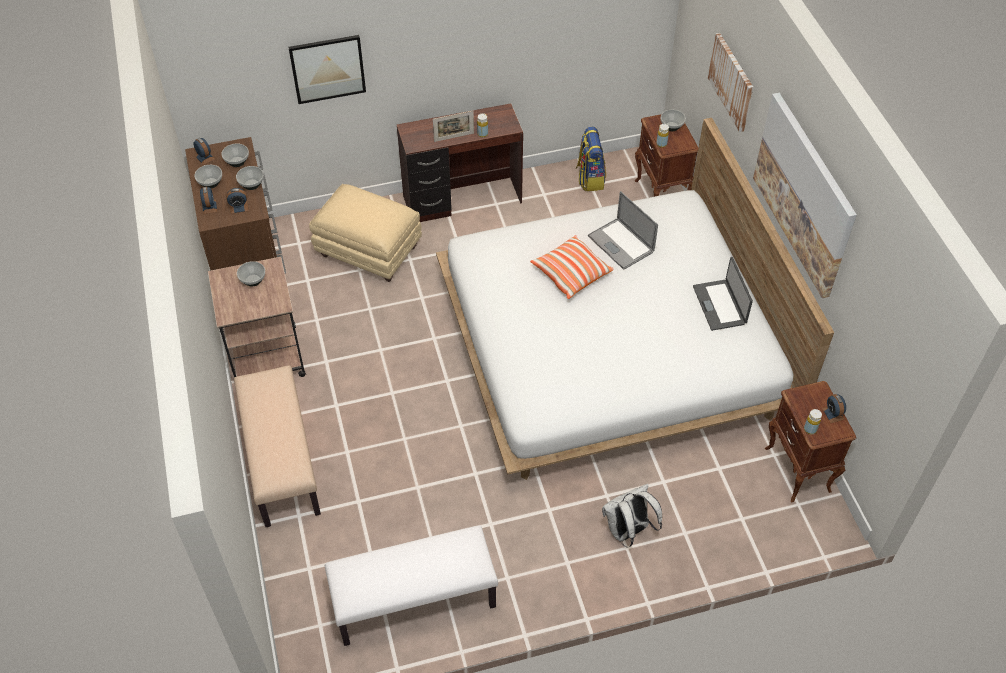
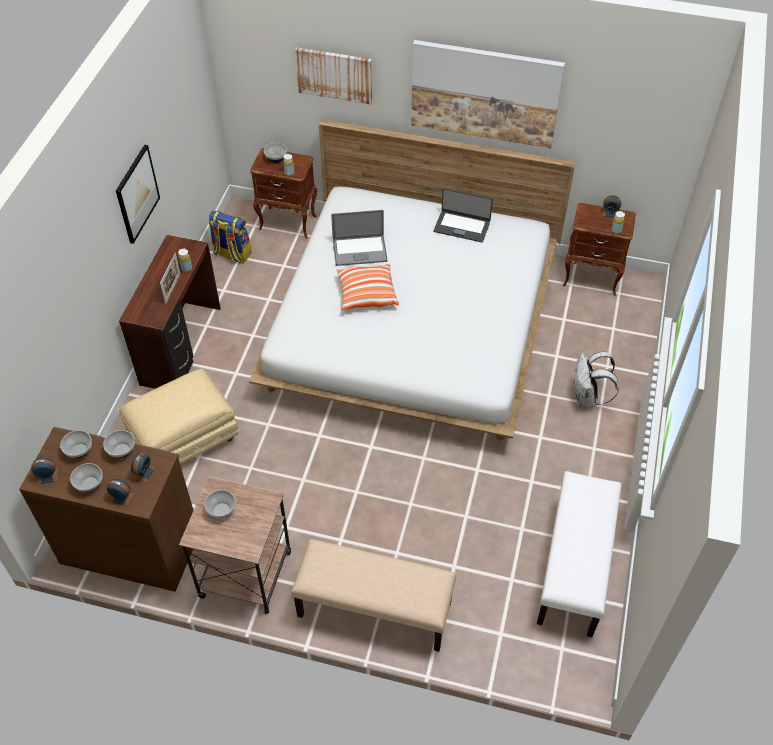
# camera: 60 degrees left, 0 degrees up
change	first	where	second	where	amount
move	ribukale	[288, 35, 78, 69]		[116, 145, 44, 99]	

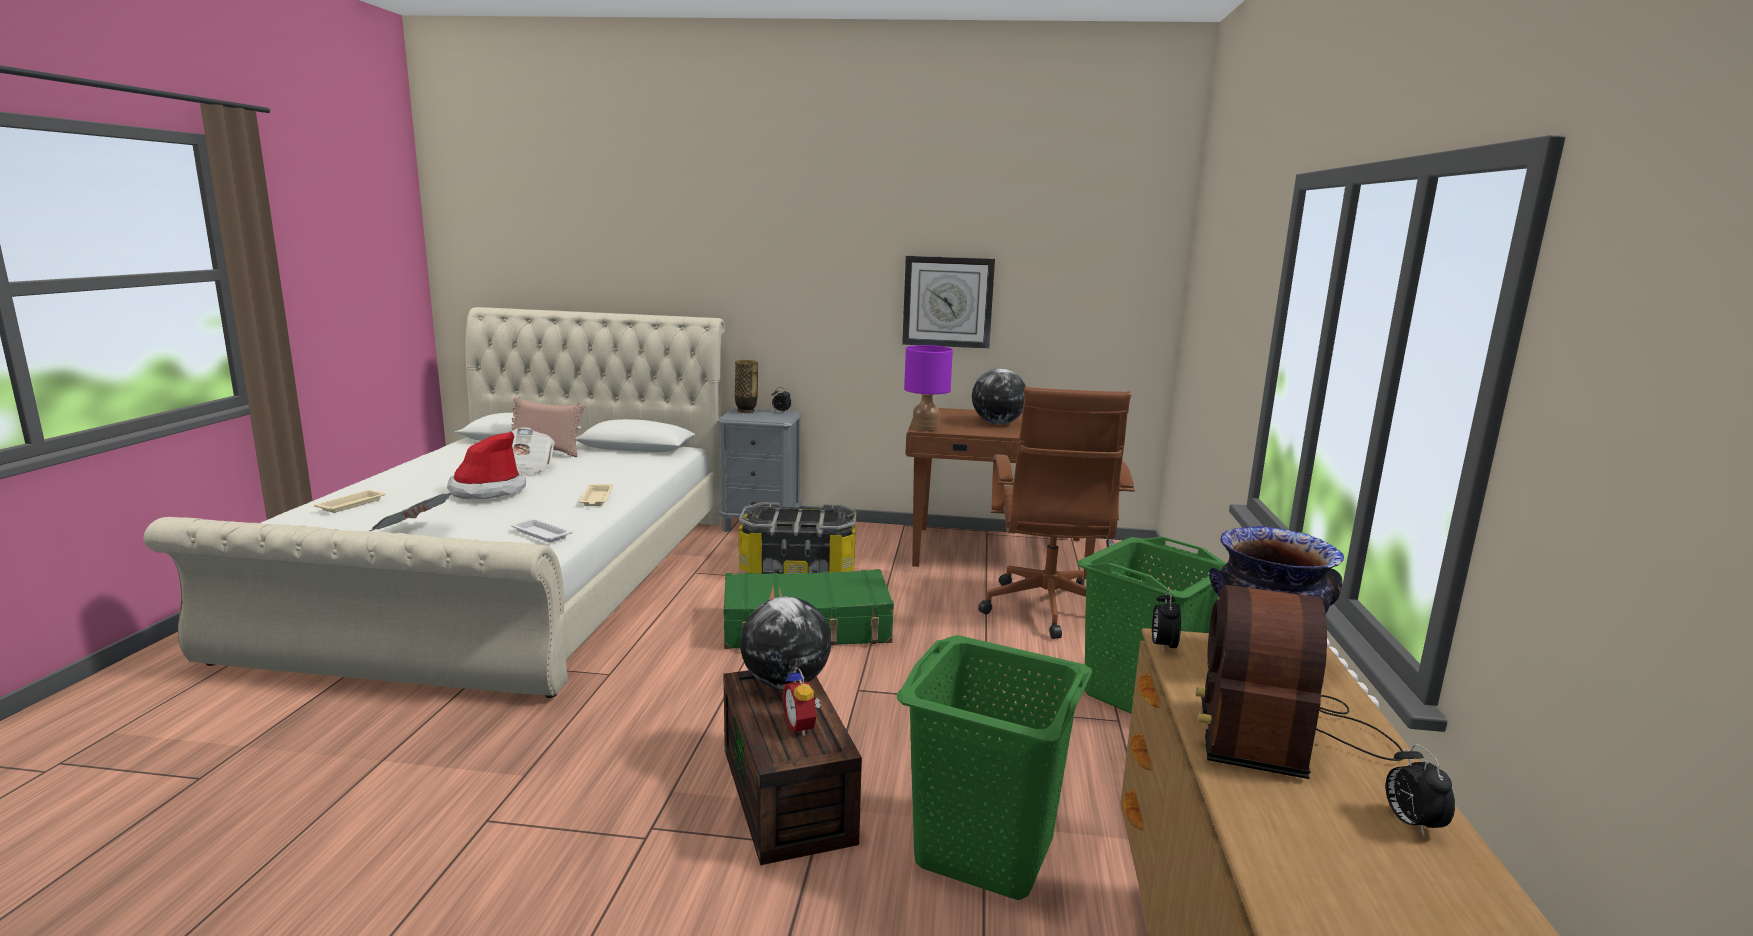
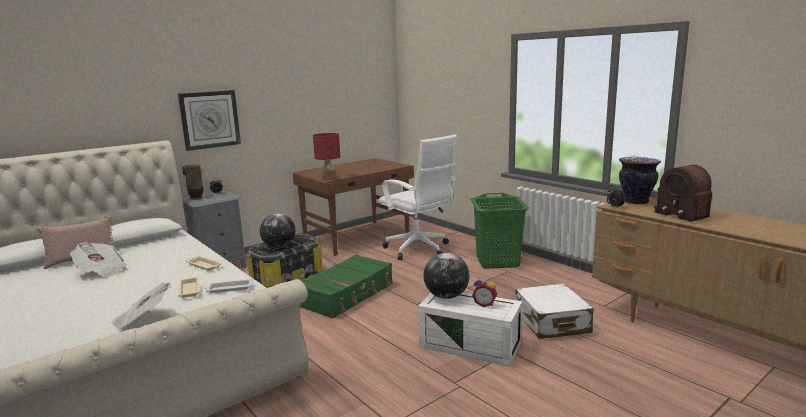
# camera: 45 degrees left, 0 degrees up
change	first	where	second	where	amount
move	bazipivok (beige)	[314, 490, 72, 23]		[178, 277, 21, 21]	
delete	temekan	[447, 432, 79, 67]			
recolor	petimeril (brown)	[723, 670, 139, 195]	petimeril (white)	[418, 292, 104, 75]	
replace	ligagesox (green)	[897, 635, 195, 265]	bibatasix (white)	[515, 283, 79, 56]	
move	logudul	[902, 256, 93, 93]		[178, 90, 63, 61]	
recolor	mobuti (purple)	[904, 345, 49, 86]	mobuti (red)	[313, 133, 27, 47]	
move	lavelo	[972, 368, 54, 56]		[260, 213, 36, 35]	
recolor	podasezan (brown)	[978, 387, 157, 252]	podasezan (white)	[379, 134, 78, 126]	
delete	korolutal	[1386, 744, 69, 95]			

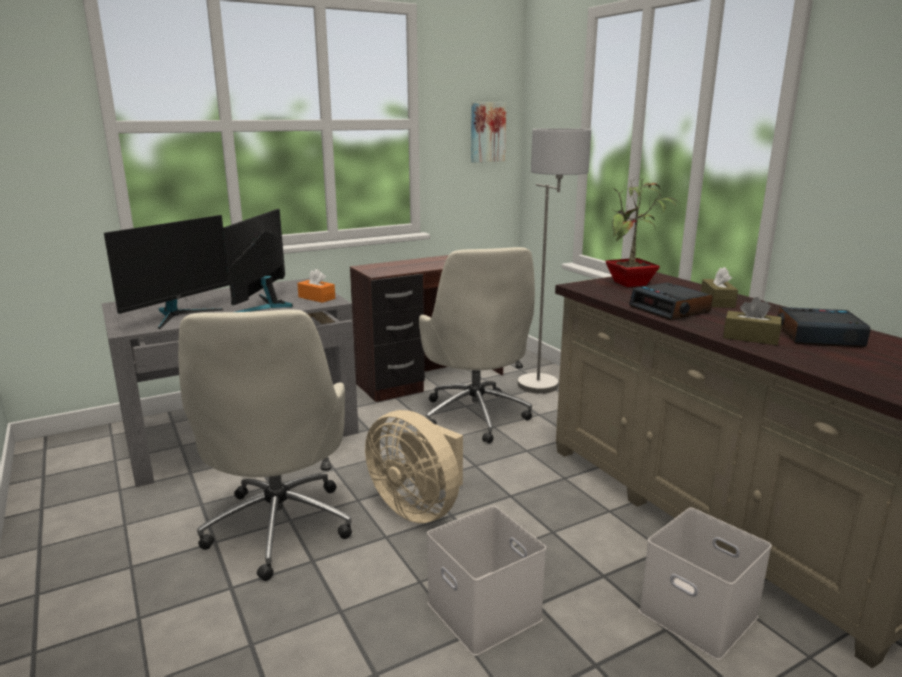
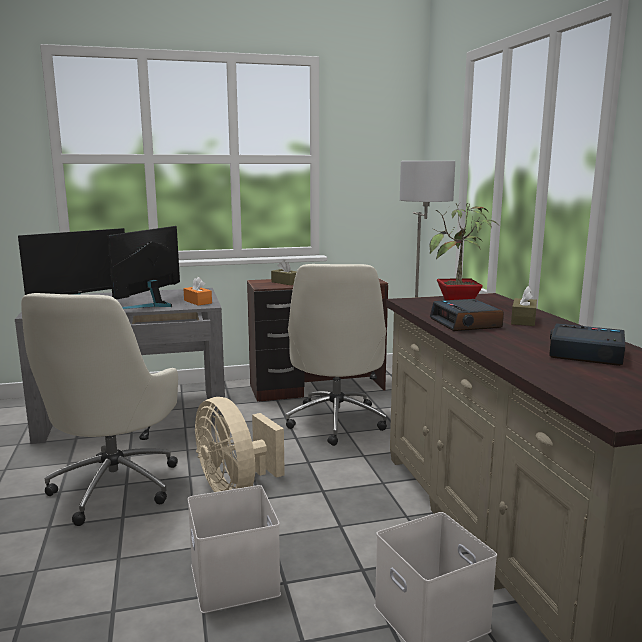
# camera: 15 degrees right, 5 degrees down
change	first	where	second	where	amount
delete	ribukale	[471, 102, 35, 61]			
move	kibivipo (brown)	[723, 297, 59, 48]		[271, 260, 26, 25]	

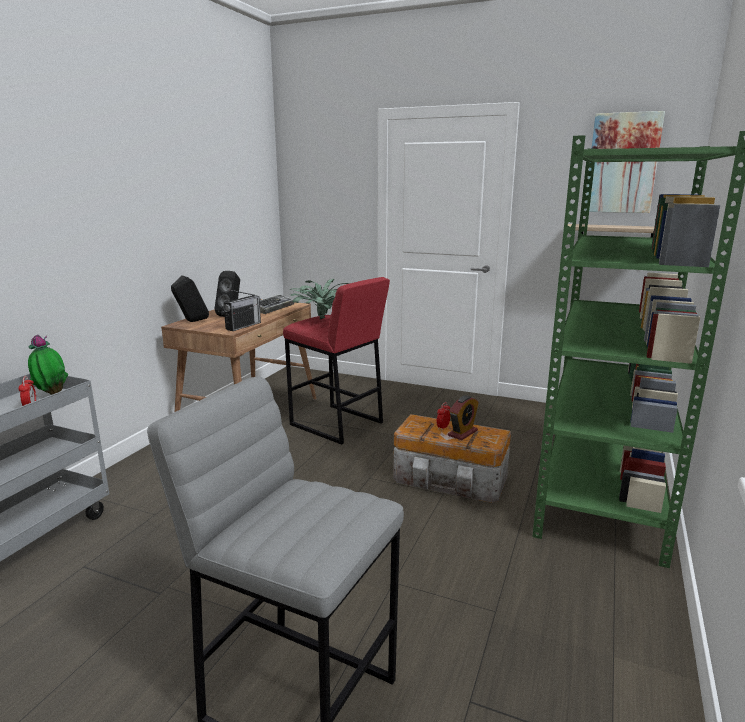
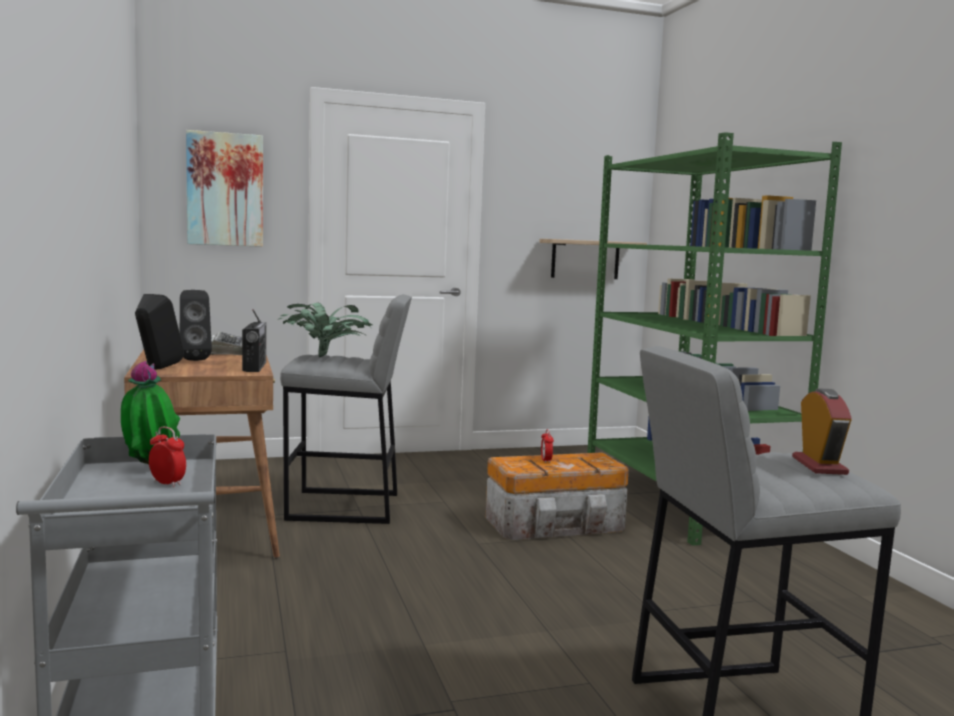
# camera: 40 degrees left, 10 degrees down
change	first	where	second	where	amount
recolor	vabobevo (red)	[283, 277, 107, 168]	vabobevo (grey)	[280, 294, 132, 230]	
move	korolutal	[448, 395, 31, 45]		[792, 388, 60, 87]	
move	ribukale	[584, 111, 81, 102]		[186, 130, 77, 117]	

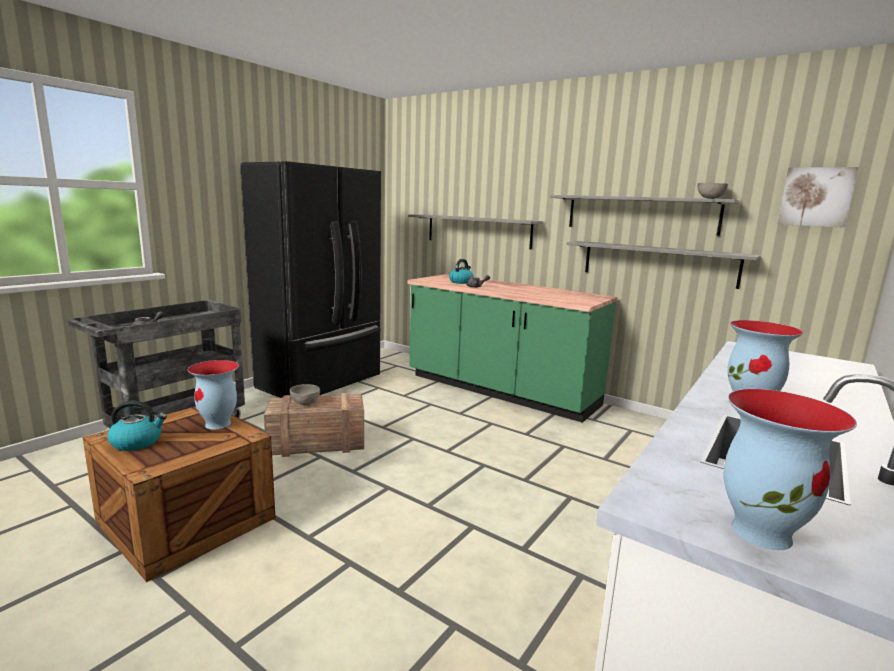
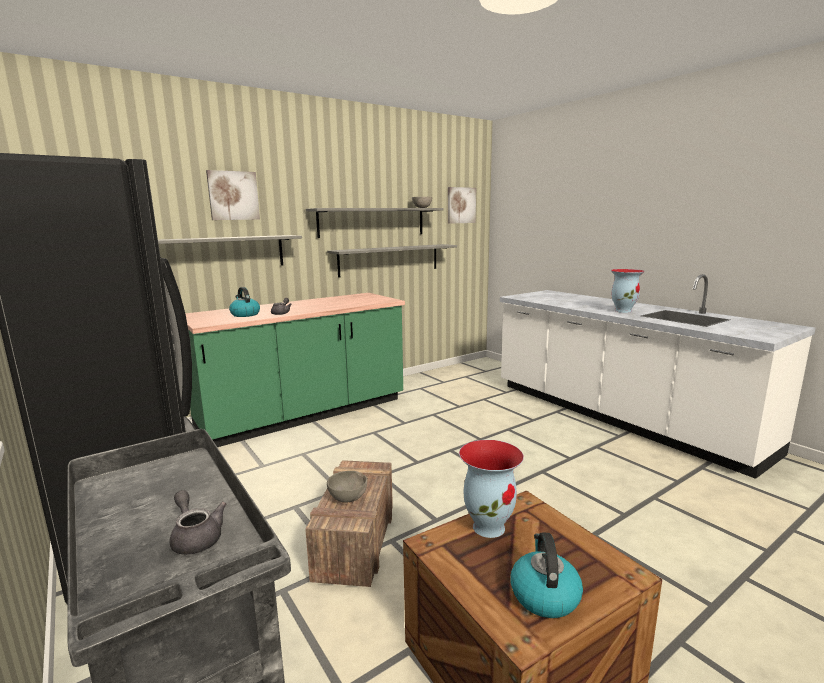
# camera: 70 degrees left, 0 degrees up
change	first	where	second	where	amount
delete	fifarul	[724, 389, 133, 161]			
insert			ribukale	[206, 170, 54, 50]	

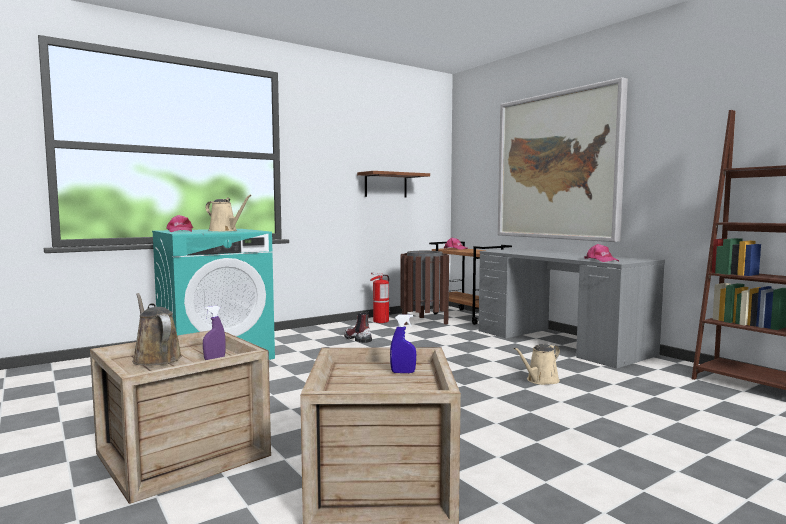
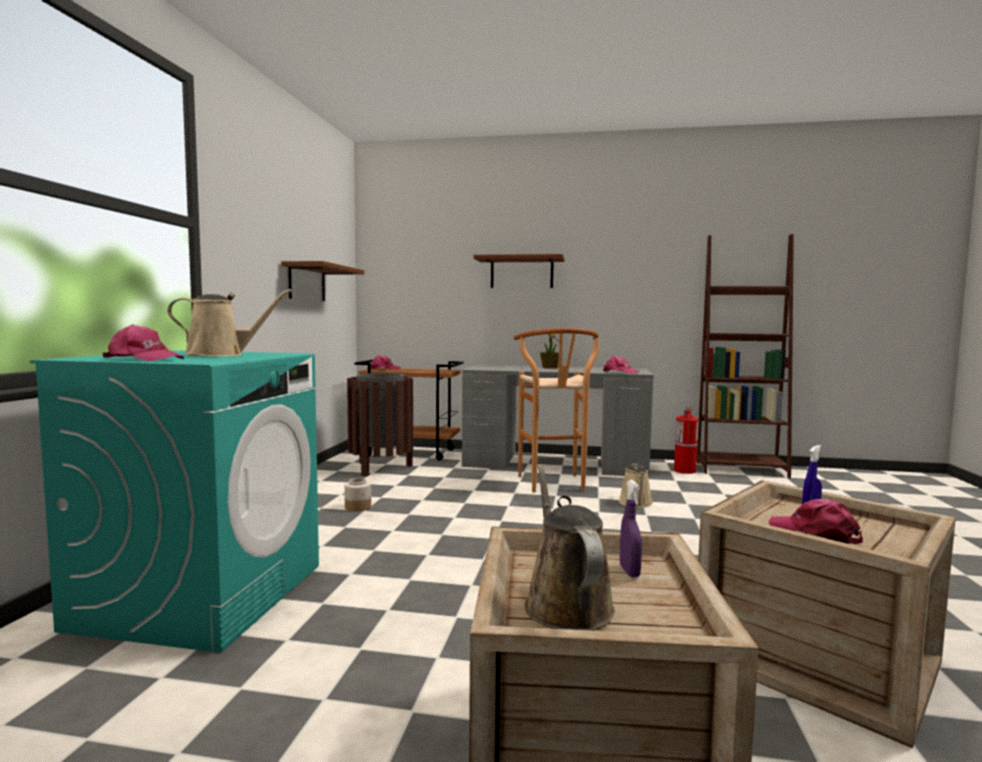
# camera: 45 degrees left, 0 degrees up
change	first	where	second	where	amount
rotate	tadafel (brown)	[132, 293, 50, 73]		[525, 464, 90, 167]	75 degrees clockwise
replace	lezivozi	[344, 311, 28, 32]	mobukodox	[344, 478, 27, 34]	
move	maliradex	[370, 273, 20, 50]		[674, 407, 24, 67]	
replace	ribukale	[498, 77, 130, 165]	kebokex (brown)	[473, 254, 92, 34]	
insert			vabobevo (brown)	[513, 328, 86, 164]	
insert			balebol	[540, 334, 19, 35]	
insert			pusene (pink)	[768, 499, 95, 45]	

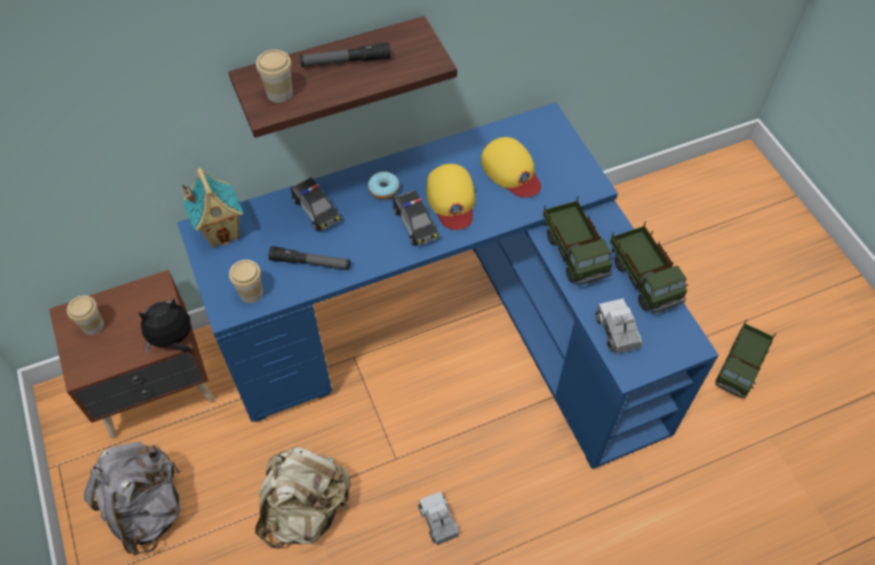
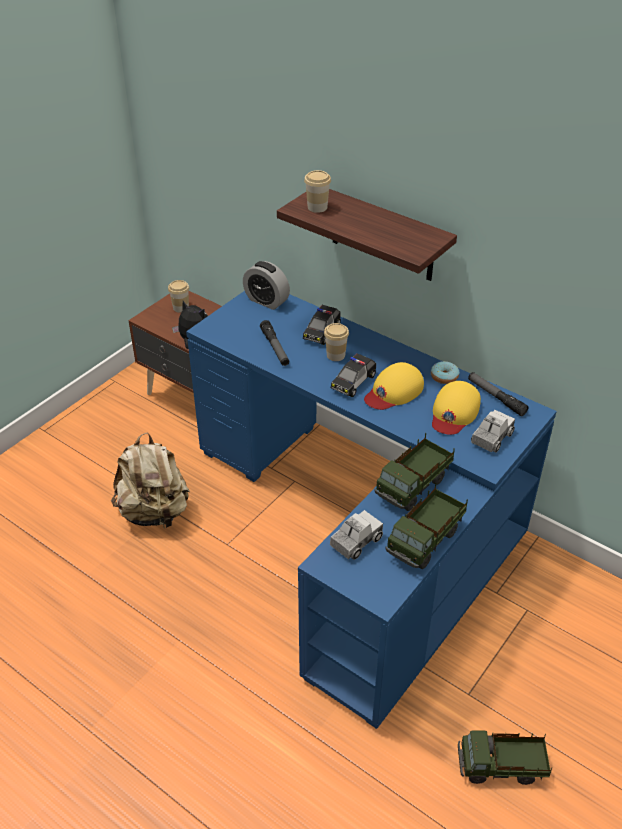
# camera: 60 degrees right, 15 degrees down
change	first	where	second	where	amount
delete	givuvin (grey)	[84, 441, 96, 115]			
replace	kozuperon	[182, 168, 62, 80]	korolutal	[243, 261, 47, 49]	
move	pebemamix	[229, 260, 34, 43]		[324, 323, 25, 38]	
move	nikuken	[300, 42, 91, 25]		[468, 372, 61, 44]	
move	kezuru	[368, 171, 32, 29]		[431, 361, 29, 23]	
move	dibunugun	[418, 491, 41, 54]		[471, 410, 44, 43]	

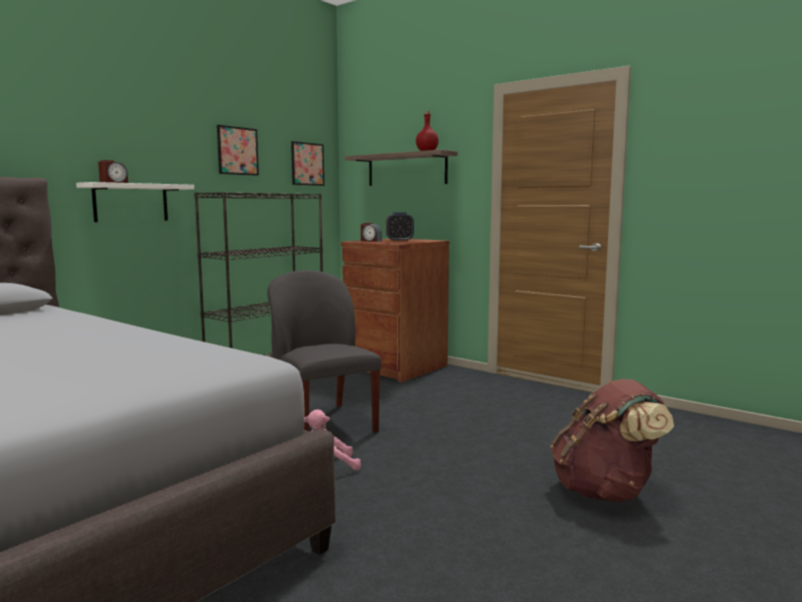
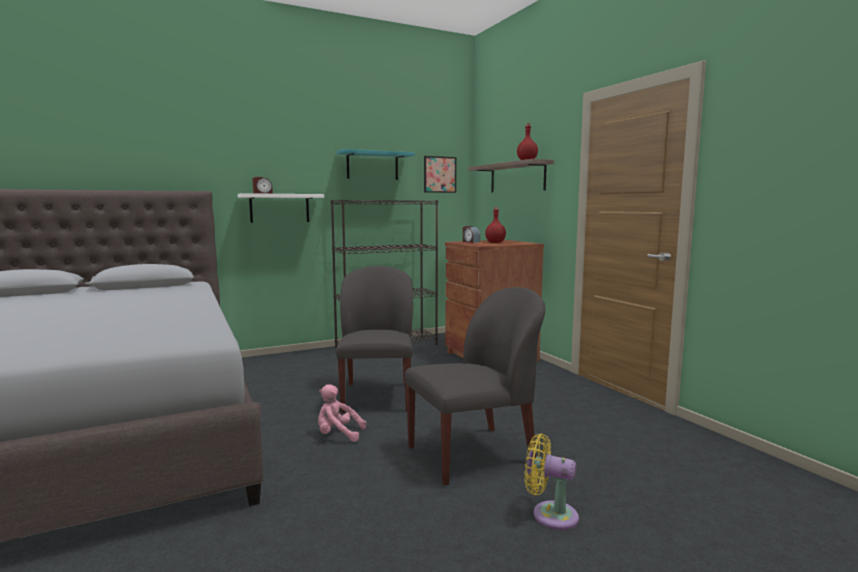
# camera: 25 degrees right, 0 degrees up
change	first	where	second	where	amount
replace	ribukale	[217, 125, 42, 51]	kebokex (turquoise)	[337, 149, 78, 31]	
replace	korolutal	[386, 212, 28, 29]	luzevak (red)	[485, 207, 21, 36]	
replace	givuvin (brown)	[550, 379, 124, 123]	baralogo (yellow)	[525, 434, 54, 96]	
insert			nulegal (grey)	[405, 287, 140, 199]	

